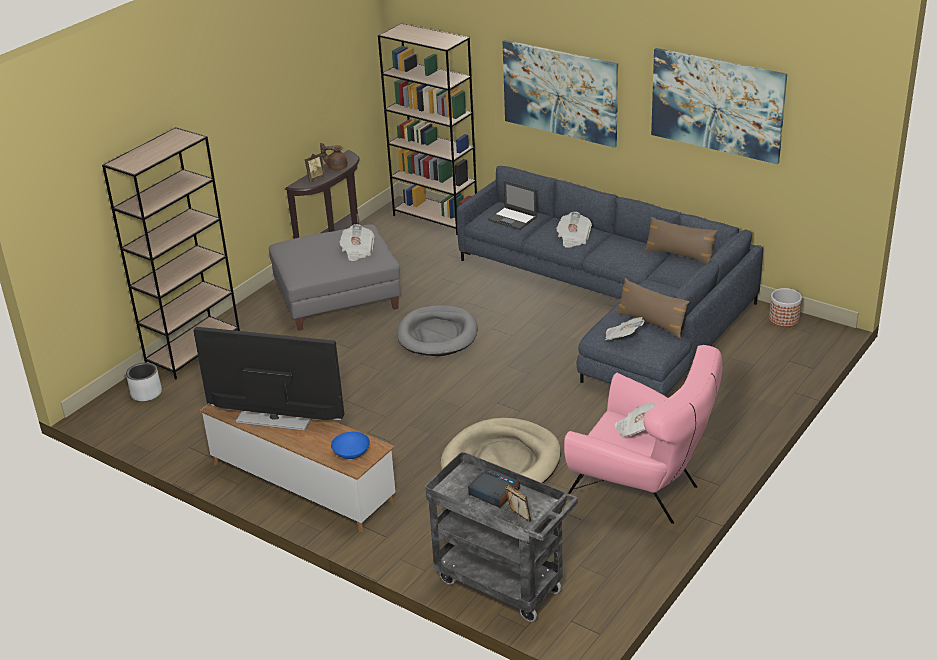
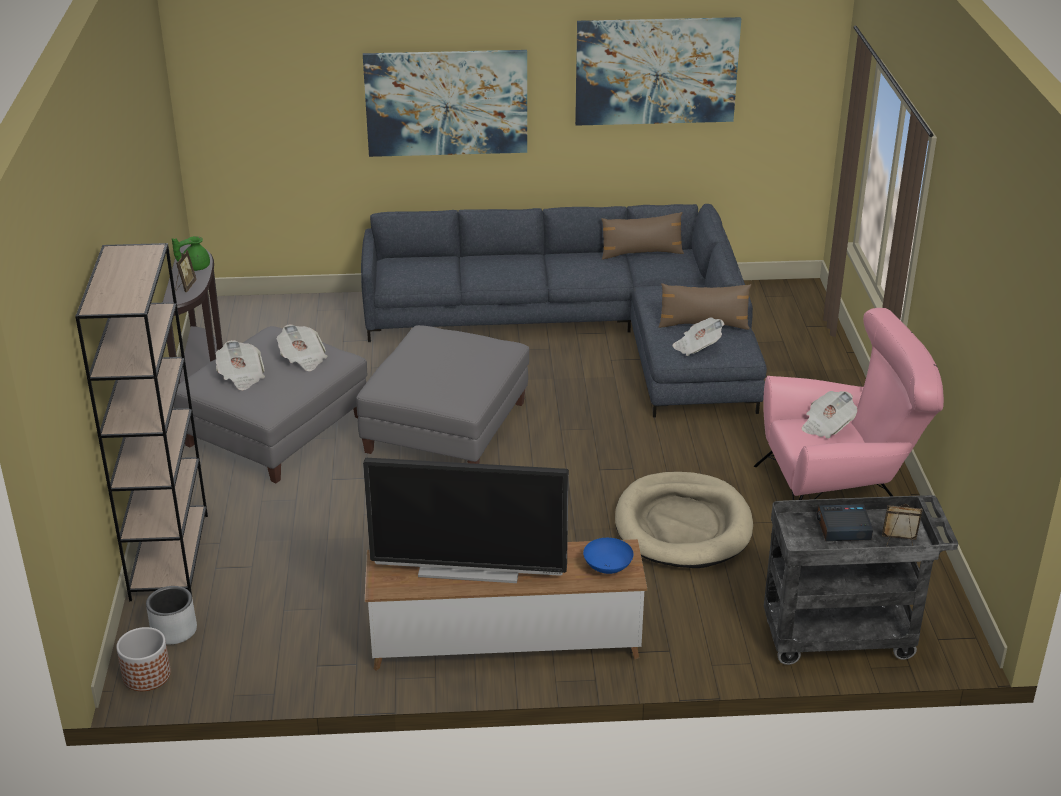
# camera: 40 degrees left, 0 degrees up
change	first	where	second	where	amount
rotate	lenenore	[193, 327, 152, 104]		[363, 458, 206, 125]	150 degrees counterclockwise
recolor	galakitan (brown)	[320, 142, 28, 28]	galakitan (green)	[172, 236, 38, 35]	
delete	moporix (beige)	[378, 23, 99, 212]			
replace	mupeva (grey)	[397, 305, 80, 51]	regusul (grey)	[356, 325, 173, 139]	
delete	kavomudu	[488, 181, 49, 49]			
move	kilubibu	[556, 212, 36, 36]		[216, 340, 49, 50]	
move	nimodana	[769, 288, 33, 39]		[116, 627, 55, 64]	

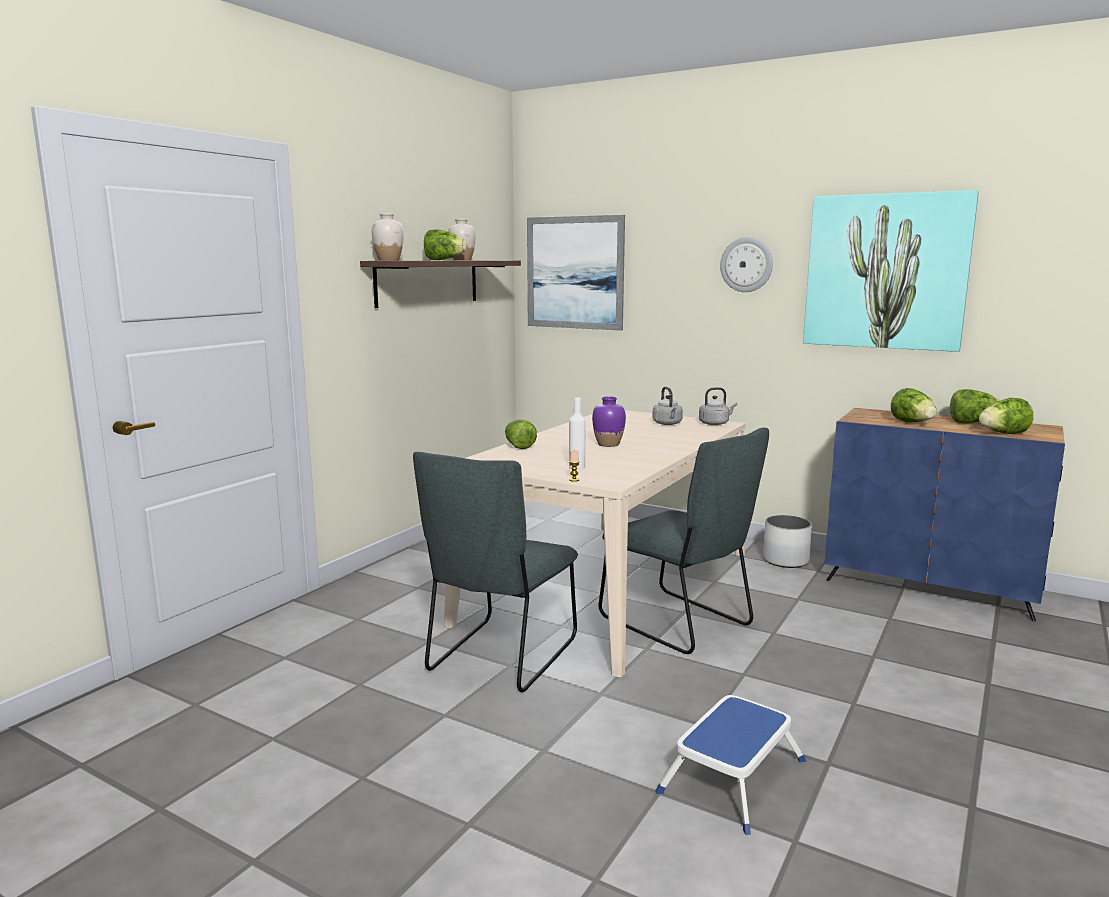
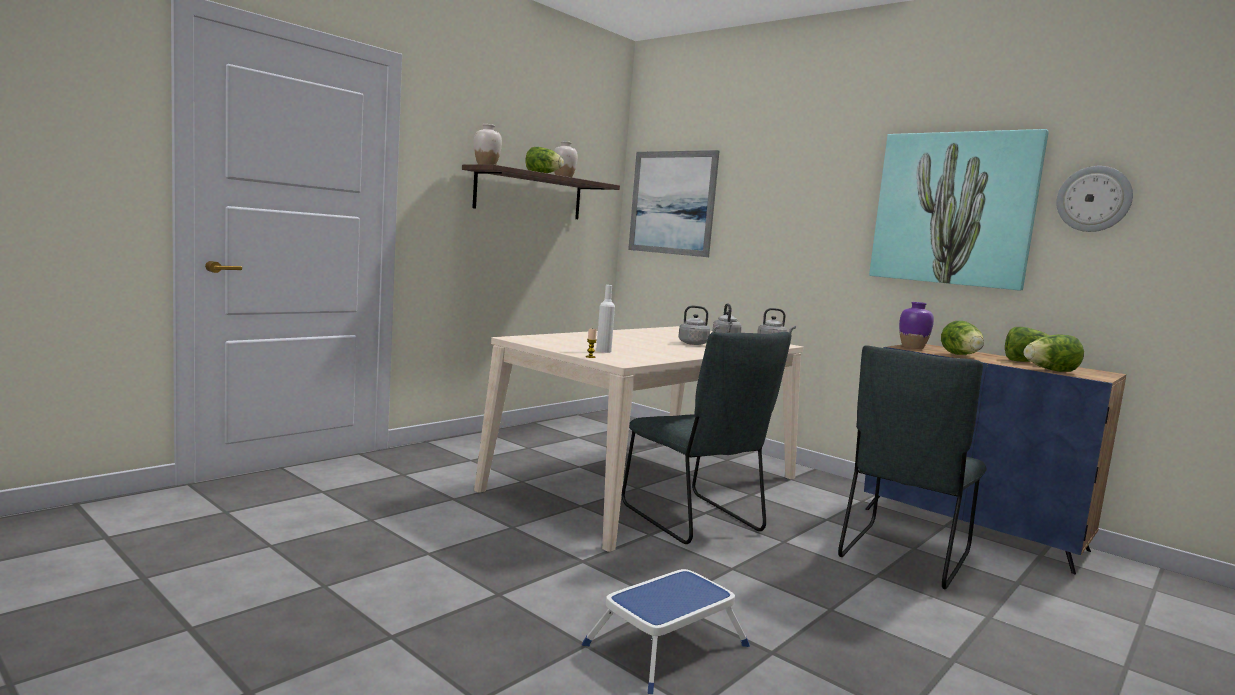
# camera: 10 degrees right, 5 degrees down
change	first	where	second	where	amount
move	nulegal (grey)	[413, 452, 165, 241]		[838, 345, 148, 244]	
delete	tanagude	[505, 420, 32, 29]			
move	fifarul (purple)	[592, 396, 34, 51]		[899, 302, 35, 47]	
move	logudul	[720, 237, 53, 55]		[1056, 166, 77, 66]	
delete	nimodana (white)	[763, 515, 49, 53]			
insert			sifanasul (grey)	[678, 306, 42, 39]	

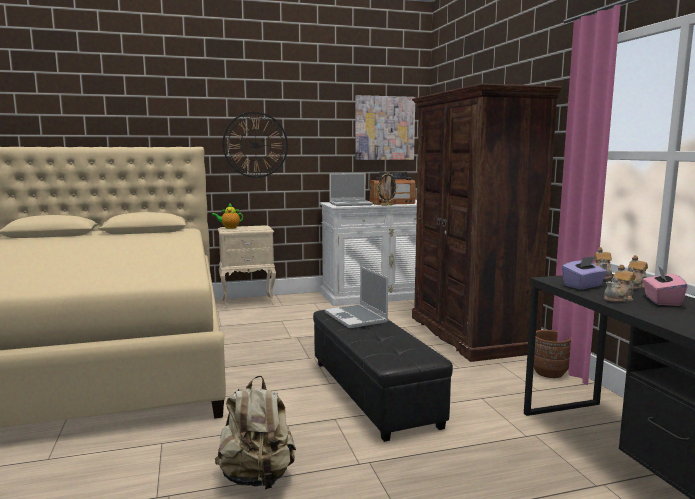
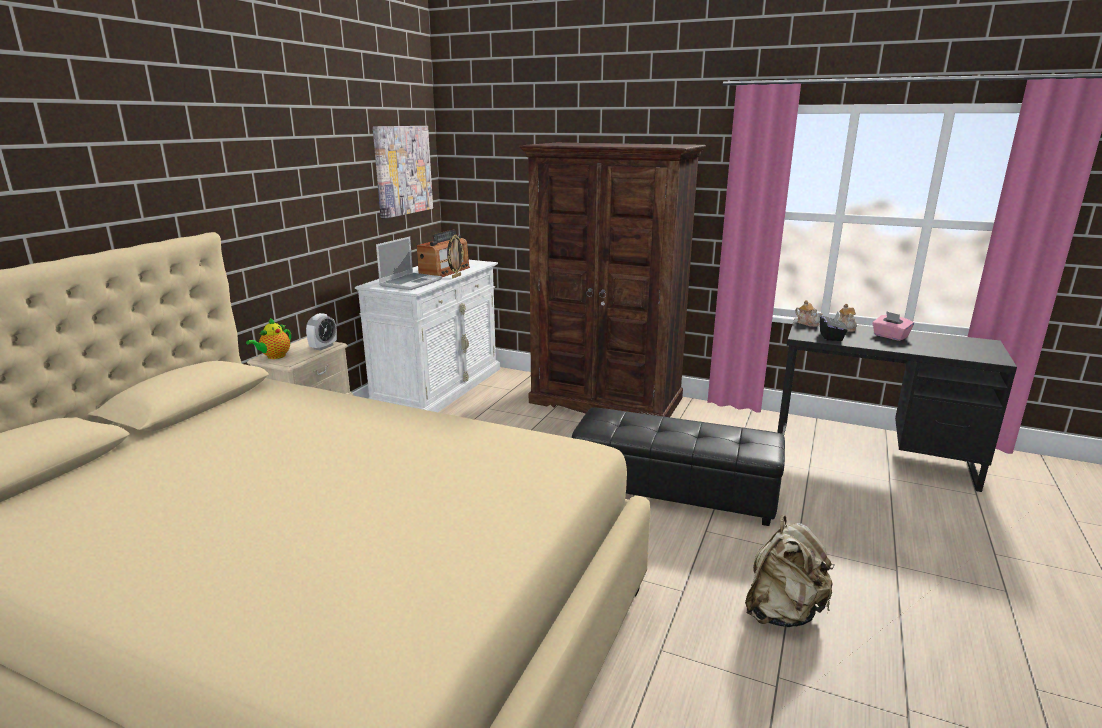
# camera: 50 degrees left, 10 degrees up
change	first	where	second	where	amount
delete	logudul	[222, 112, 66, 66]			
delete	kavomudu	[325, 266, 63, 62]			
delete	nimodana (brown)	[534, 330, 37, 48]			
recolor	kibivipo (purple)	[562, 256, 45, 33]	kibivipo (black)	[820, 312, 28, 29]	
delete	galakitan	[604, 265, 32, 37]			
insert			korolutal	[306, 313, 31, 38]	

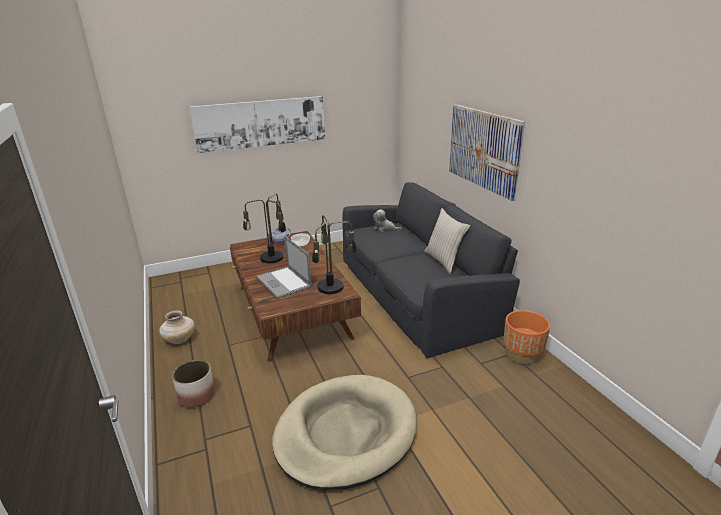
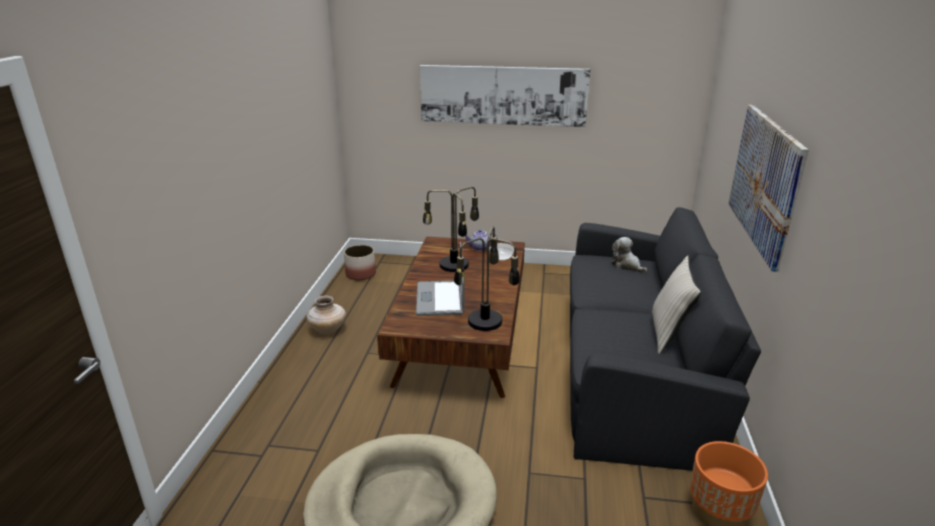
# camera: 30 degrees right, 0 degrees up
change	first	where	second	where	amount
move	nimodana	[172, 360, 43, 48]		[344, 245, 32, 35]	

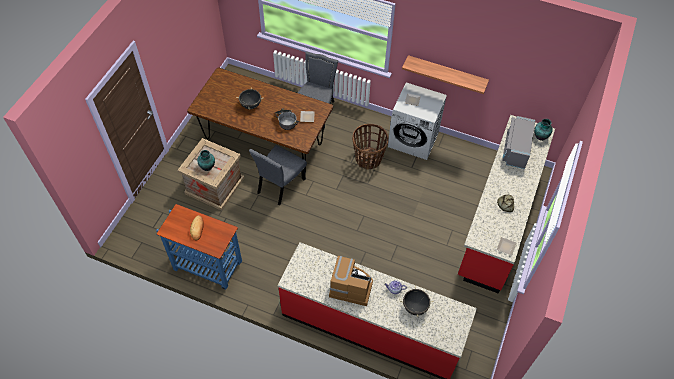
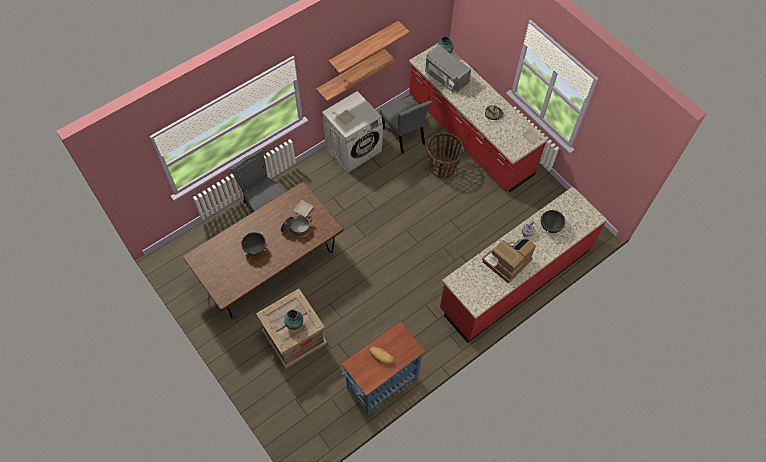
# camera: 60 degrees left, 5 degrees up
change	first	where	second	where	amount
move	nulegal (grey)	[249, 145, 58, 61]		[380, 96, 52, 58]	
move	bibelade	[352, 124, 36, 46]		[427, 132, 37, 47]	
insert			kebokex	[328, 21, 82, 53]	

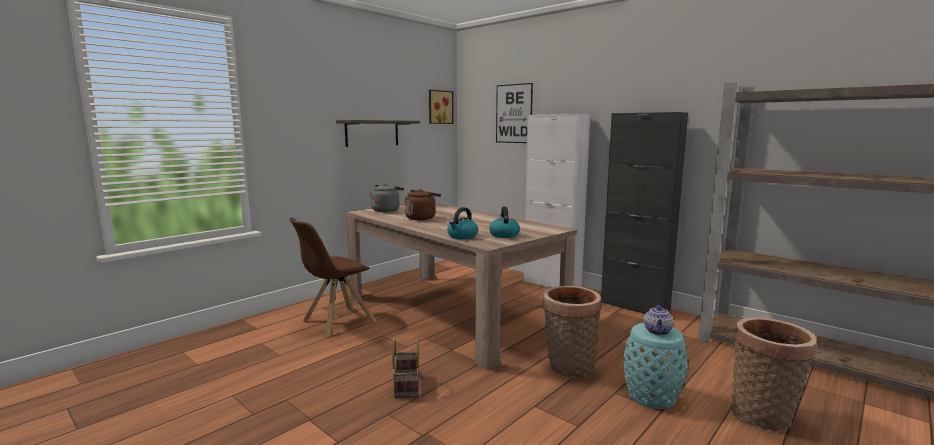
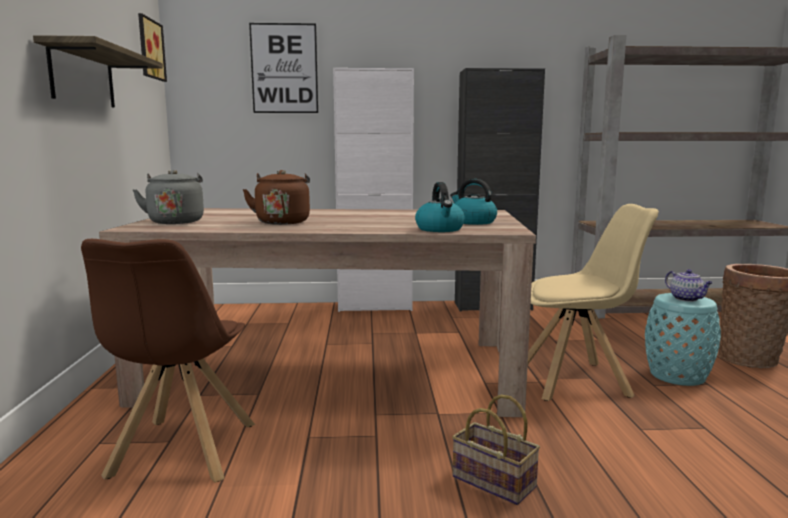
# camera: 45 degrees left, 0 degrees up
change	first	where	second	where	amount
replace	bibelade	[543, 286, 59, 92]	nulegal (beige)	[528, 204, 131, 197]	

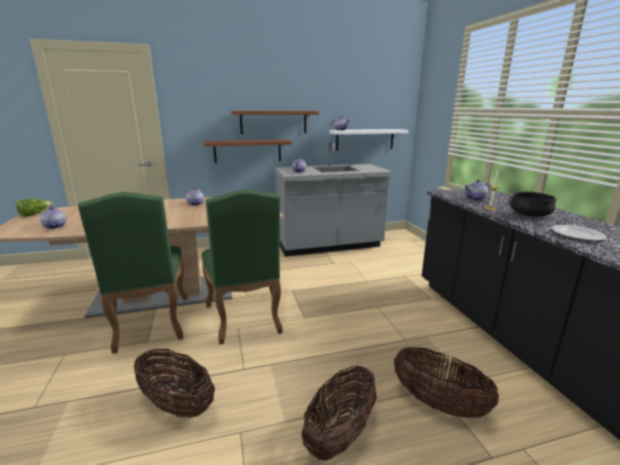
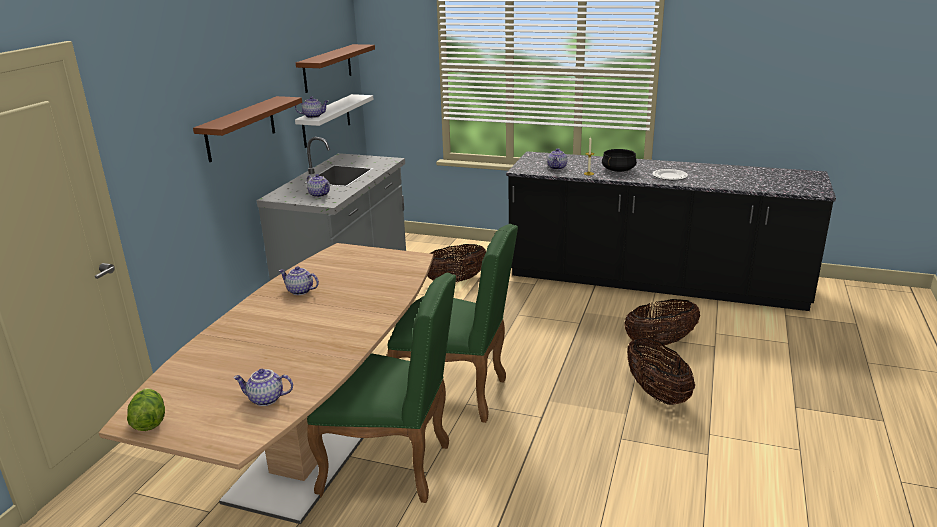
# camera: 55 degrees left, 5 degrees up
change	first	where	second	where	amount
move	bibelade	[134, 349, 81, 69]		[427, 244, 59, 38]	
move	kebokex (brown)	[204, 139, 88, 24]		[296, 44, 79, 49]	

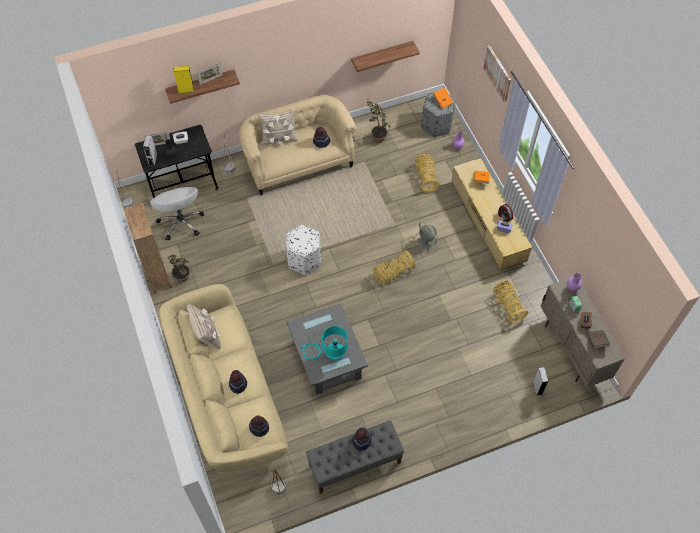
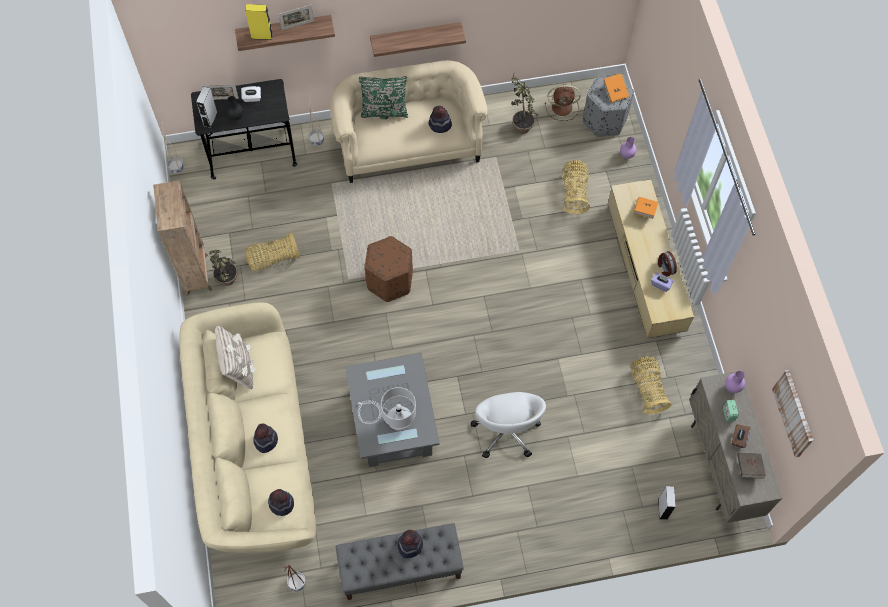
# camera: 10 degrees right, 5 degrees up
change	first	where	second	where	amount
move	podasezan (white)	[150, 187, 54, 53]		[470, 392, 76, 66]	
recolor	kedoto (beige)	[258, 109, 39, 37]	kedoto (green)	[359, 76, 49, 44]	
recolor	regusul (white)	[286, 225, 35, 50]	regusul (brown)	[364, 236, 49, 66]	
recolor	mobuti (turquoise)	[302, 326, 46, 34]	mobuti (white)	[358, 387, 58, 44]	
move	kebokex	[351, 41, 69, 31]		[370, 22, 96, 35]	
move	bibelade	[373, 250, 42, 34]		[245, 232, 55, 39]	
delete	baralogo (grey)	[414, 221, 26, 33]			
move	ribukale	[483, 46, 28, 56]		[772, 370, 41, 88]	
insert			baralogo (brown)	[545, 84, 36, 37]	

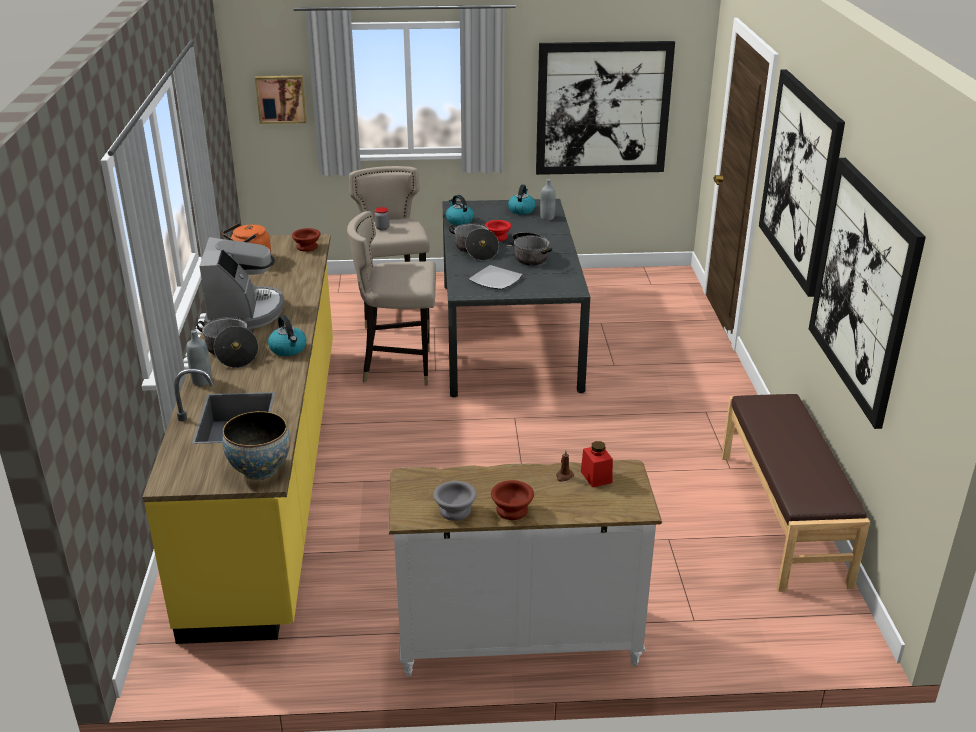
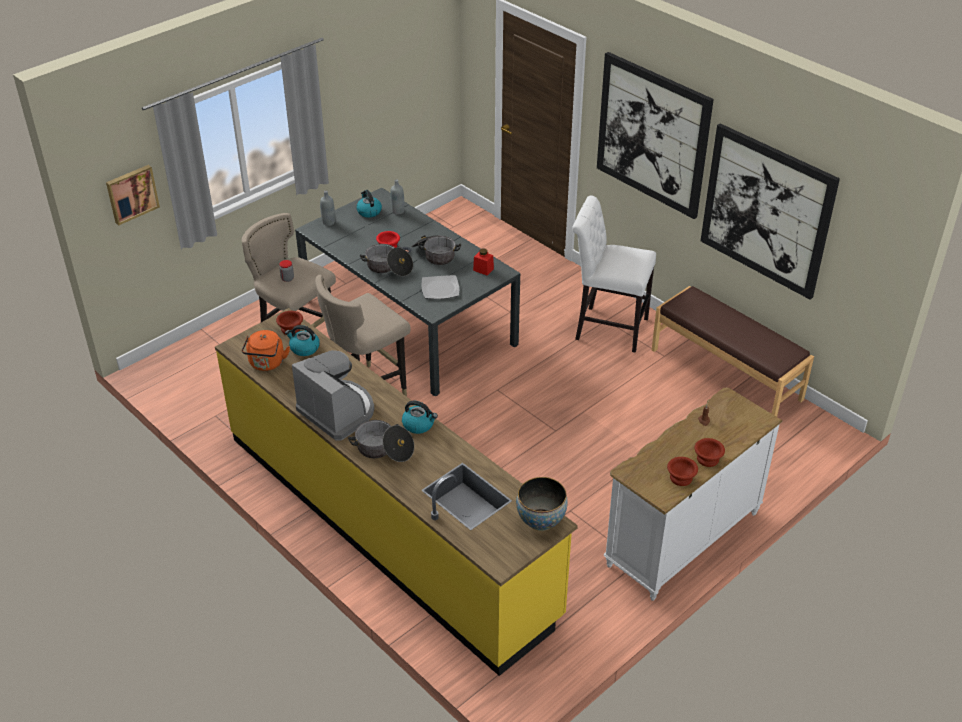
# camera: 40 degrees left, 10 degrees up
change	first	where	second	where	amount
move	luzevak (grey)	[186, 330, 26, 56]		[320, 191, 15, 35]	
recolor	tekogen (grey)	[433, 481, 44, 40]	tekogen (brown)	[667, 457, 31, 29]	
move	sifanasul	[446, 195, 28, 30]		[285, 325, 35, 31]	
delete	ribukale	[536, 41, 139, 134]			
move	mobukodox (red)	[581, 441, 32, 46]		[473, 248, 21, 27]	
insert			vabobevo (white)	[572, 195, 84, 158]	

